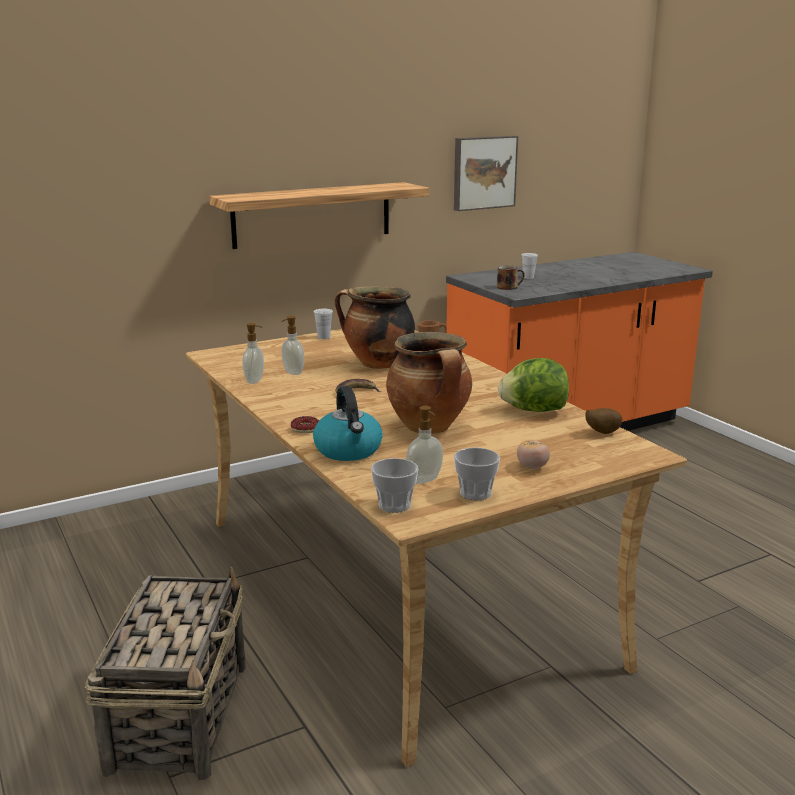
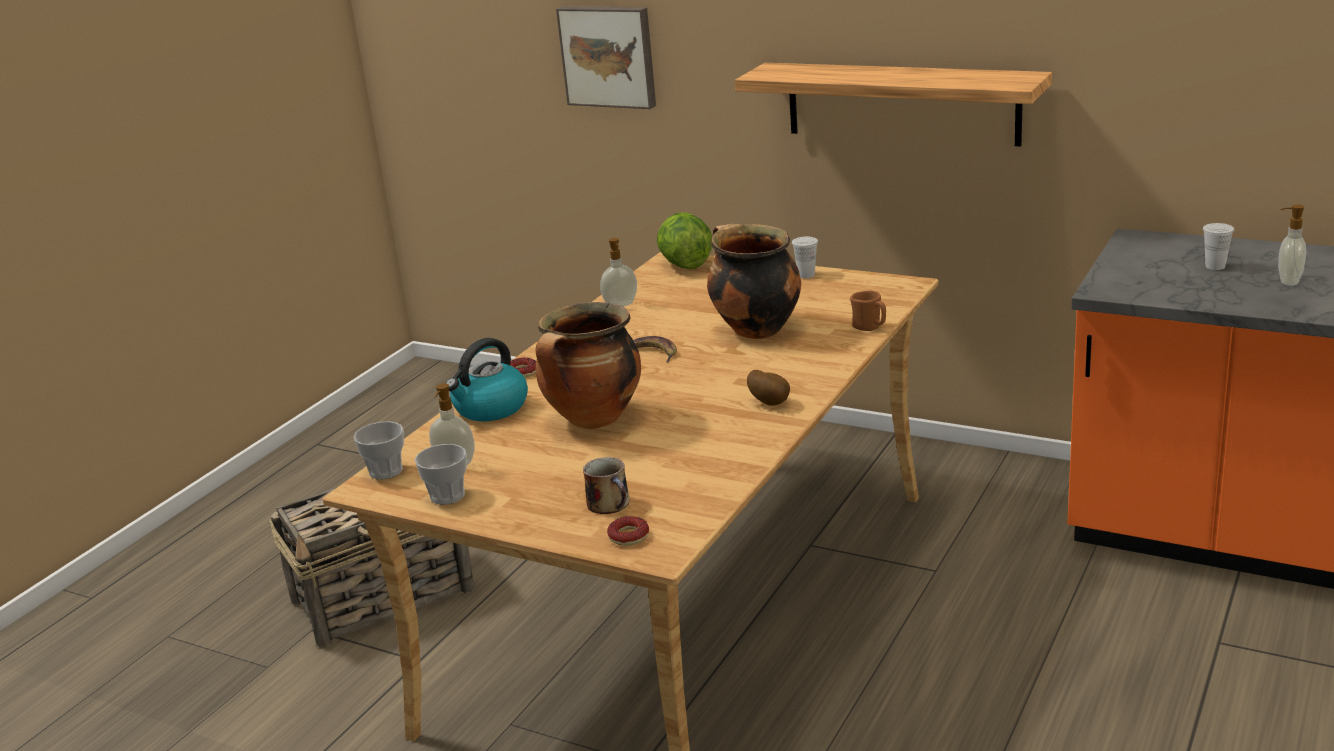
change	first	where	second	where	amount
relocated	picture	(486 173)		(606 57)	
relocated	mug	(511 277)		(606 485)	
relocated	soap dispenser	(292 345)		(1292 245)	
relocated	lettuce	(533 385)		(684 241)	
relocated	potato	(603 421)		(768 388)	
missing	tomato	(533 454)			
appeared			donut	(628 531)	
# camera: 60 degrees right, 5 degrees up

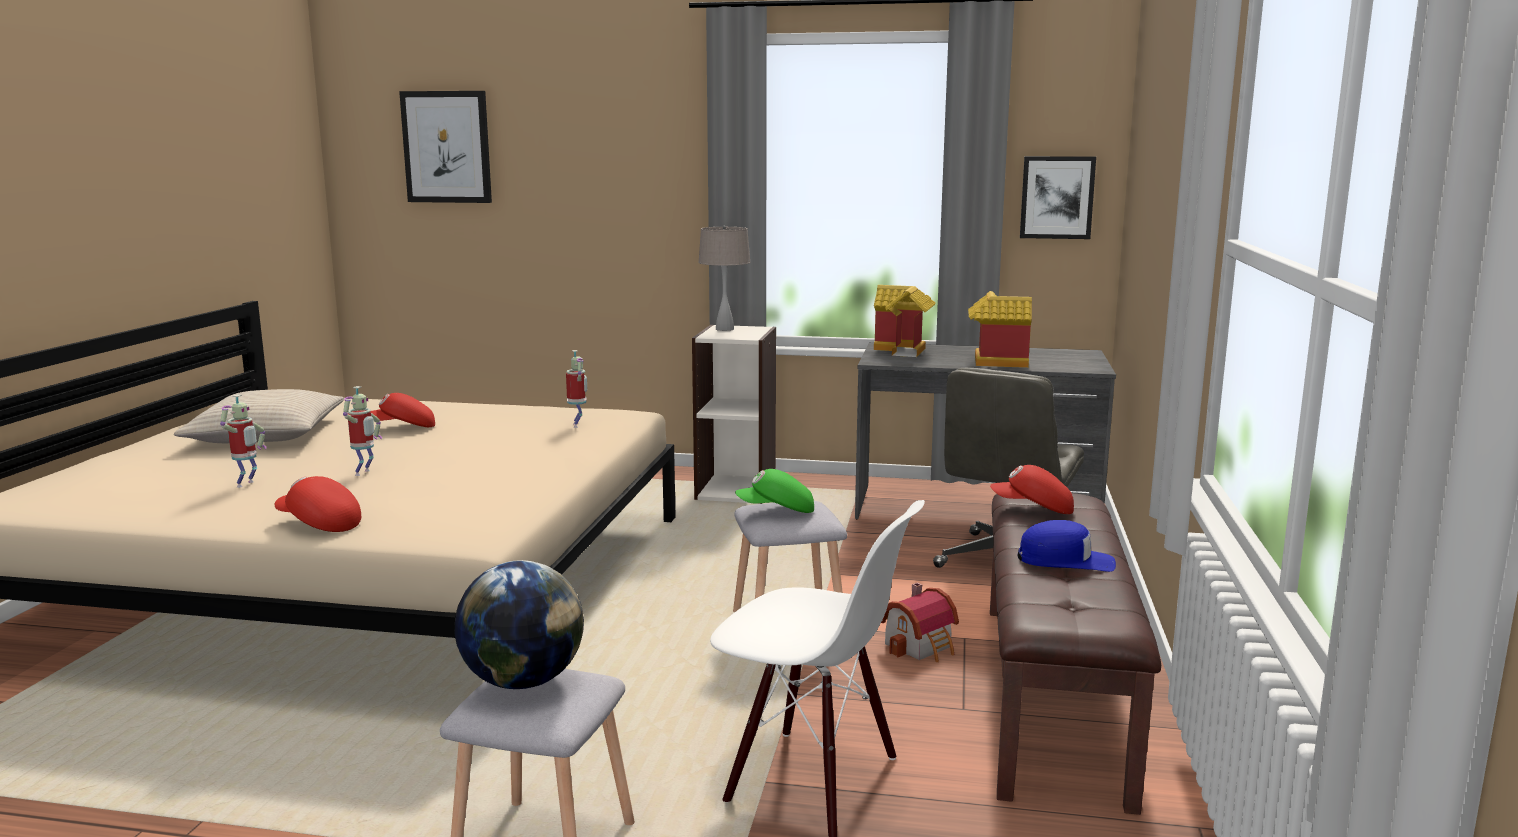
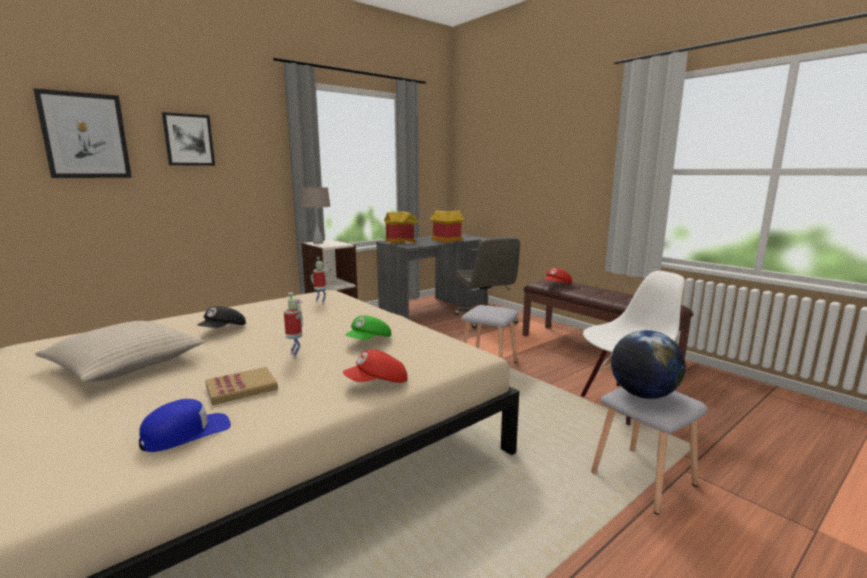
change	first	where	second	where	amount
relocated	picture	(1058 197)		(188 139)	
colour	red cap	(402 410)	black cap	(222 317)	
exchanged	toy robot	(243 441)	book	(241 386)	
relocated	green cap	(774 491)		(368 327)	
relocated	blue cap	(1067 546)		(185 425)	
missing	toy house	(920 622)			
# camera: 50 degrees left, 0 degrees up

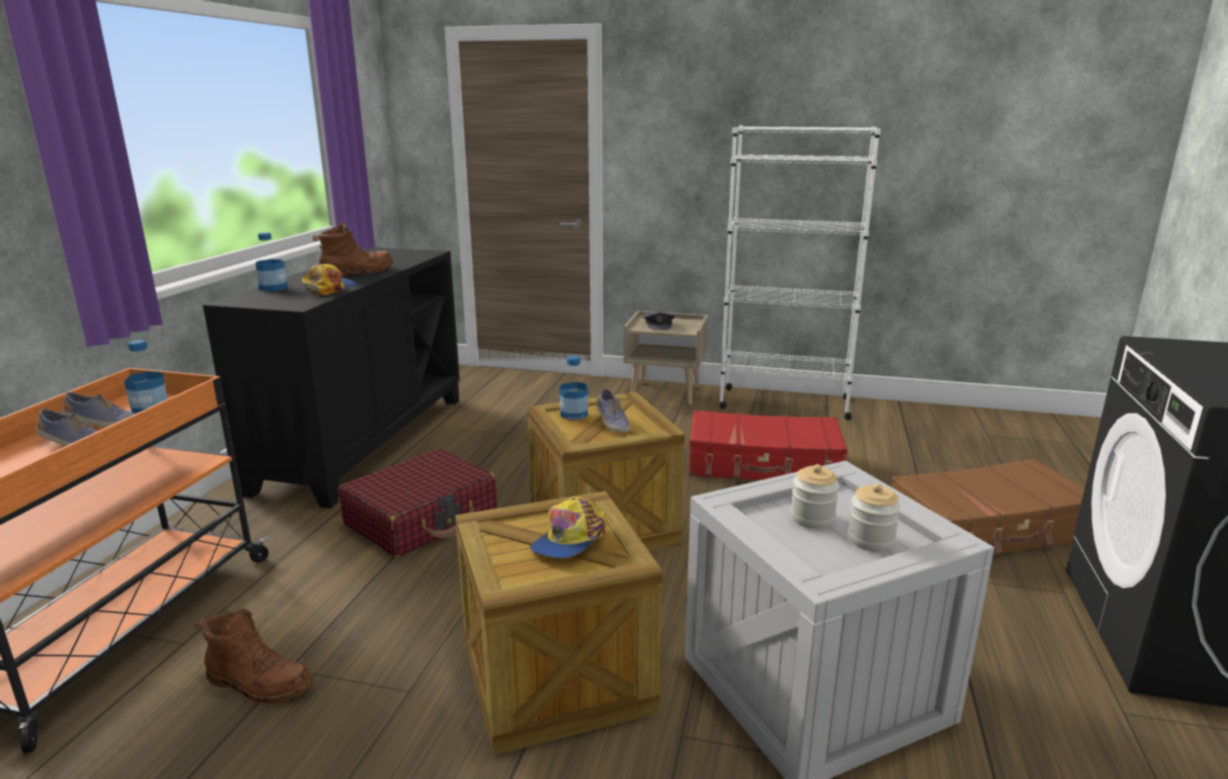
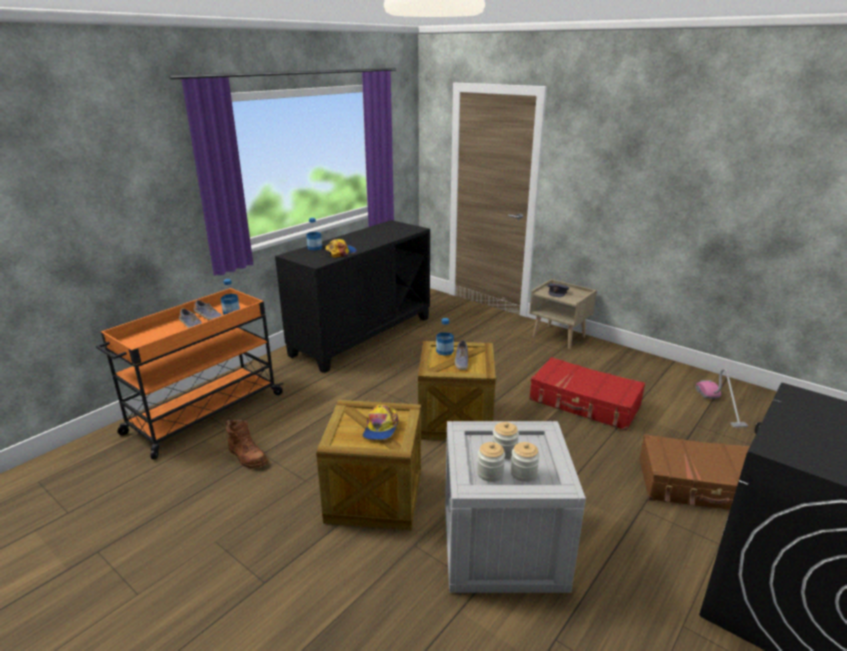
change	first	where	second	where	amount
missing	white bookcase	(800 272)			
missing	brown boot	(353 249)			
missing	red suitcase	(417 503)			
spun	cap	(568 527)		(381 422)	45 degrees counterclockwise
appeared			vacuum cleaner	(722 398)	
appeared			jar	(491 462)	
# camera: 25 degrees right, 5 degrees up

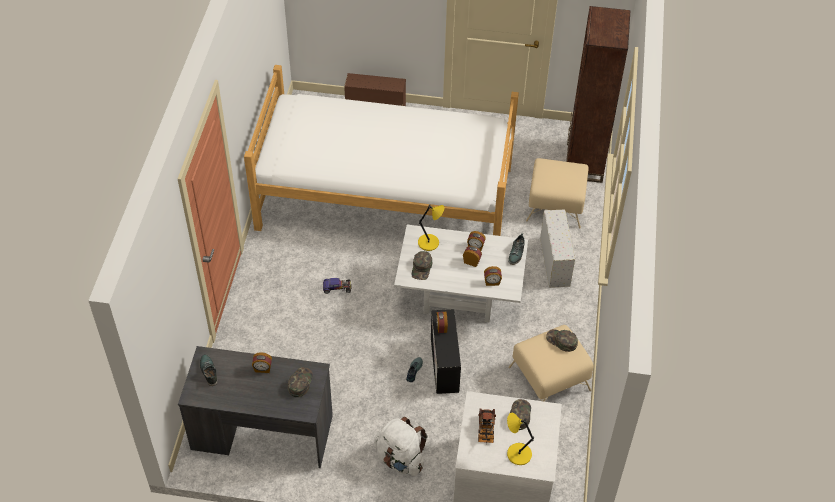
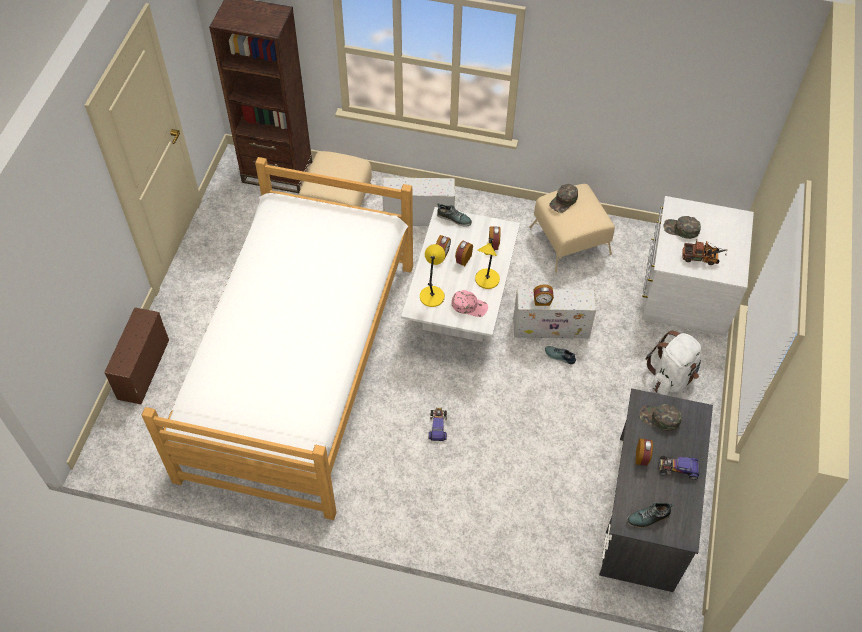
change	first	where	second	where	amount
colour	green cap	(421 265)	pink cap	(470 303)	
colour	black storage box	(446 351)	white storage box	(554 313)	
relocated	yellow table lamp	(520 439)		(487 263)	
appeared			toy car	(678 468)	
# camera: 85 degrees left, 5 degrees up

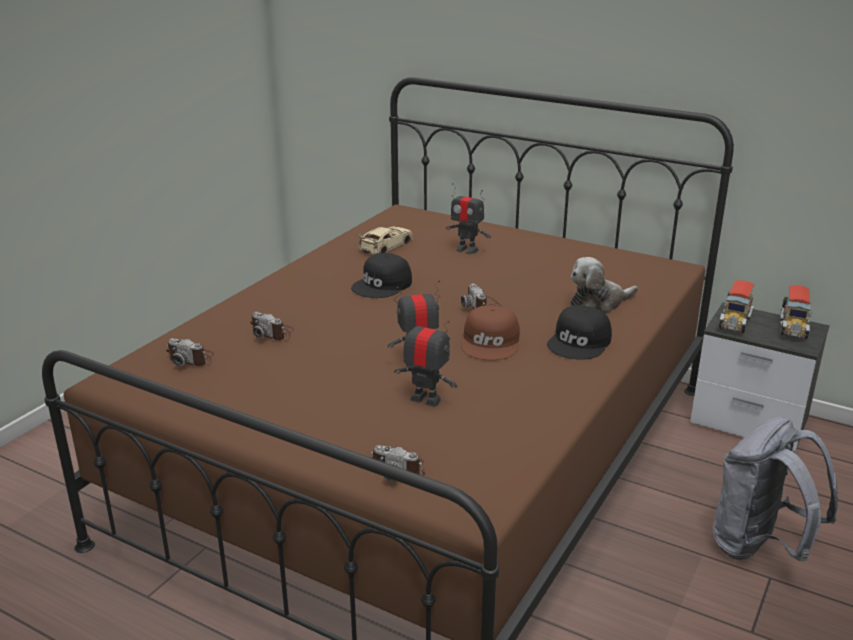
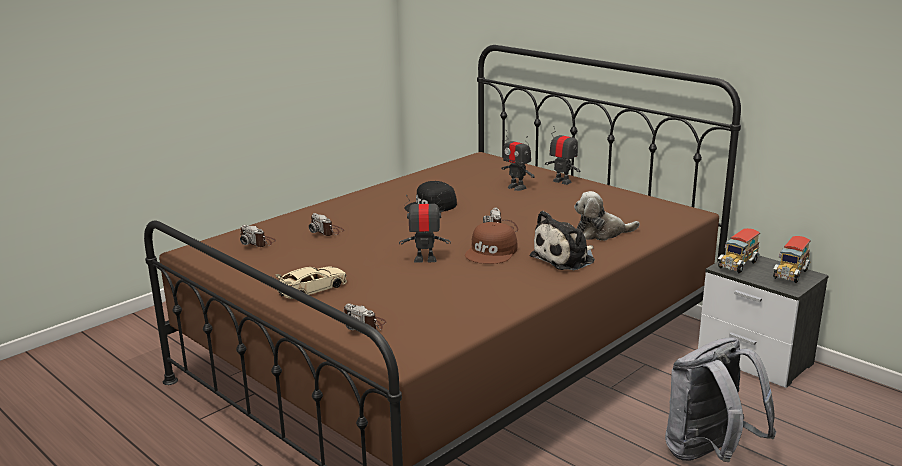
change	first	where	second	where	amount
relocated	beige toy car	(386 240)		(311 282)	
exchanged	black cap	(579 332)	plush toy	(562 240)	
relocated	toy robot	(425 360)		(562 155)	
# camera: 15 degrees right, 5 degrees down

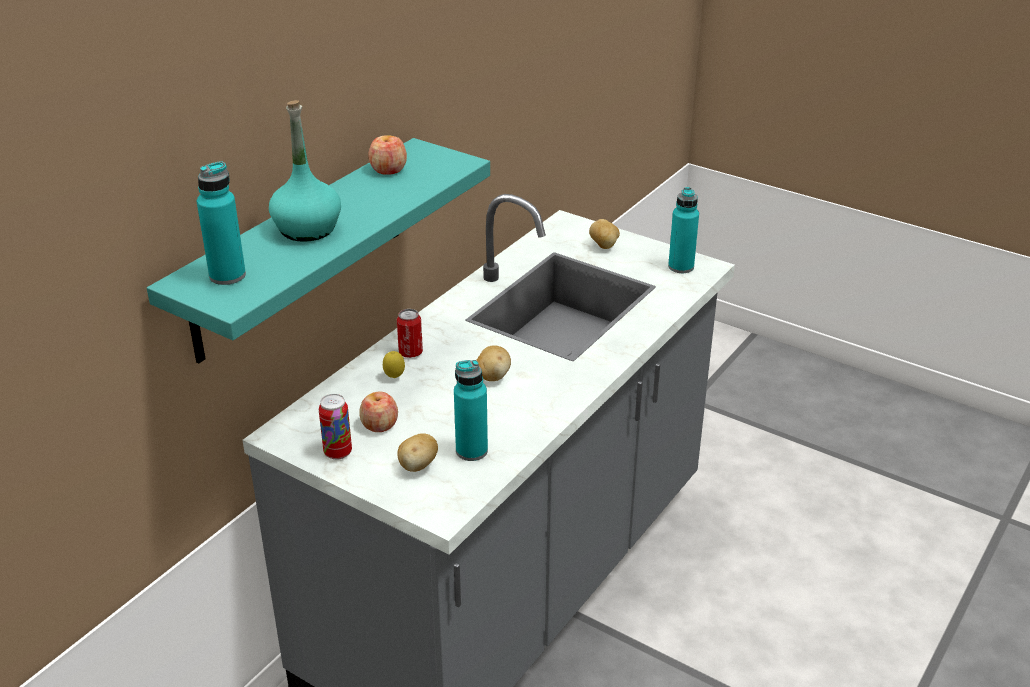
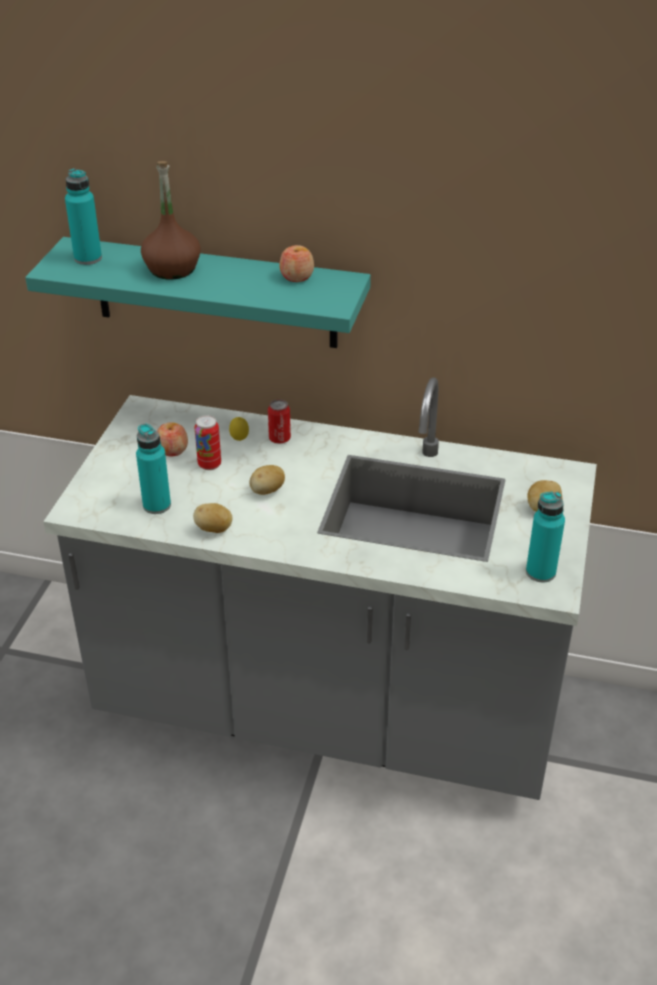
change	first	where	second	where	amount
colour	turquoise bottle	(305 171)	brown bottle	(171 220)	
relocated	can	(335 427)		(208 442)	
relocated	potato	(417 452)		(212 518)	
# camera: 70 degrees right, 5 degrees up

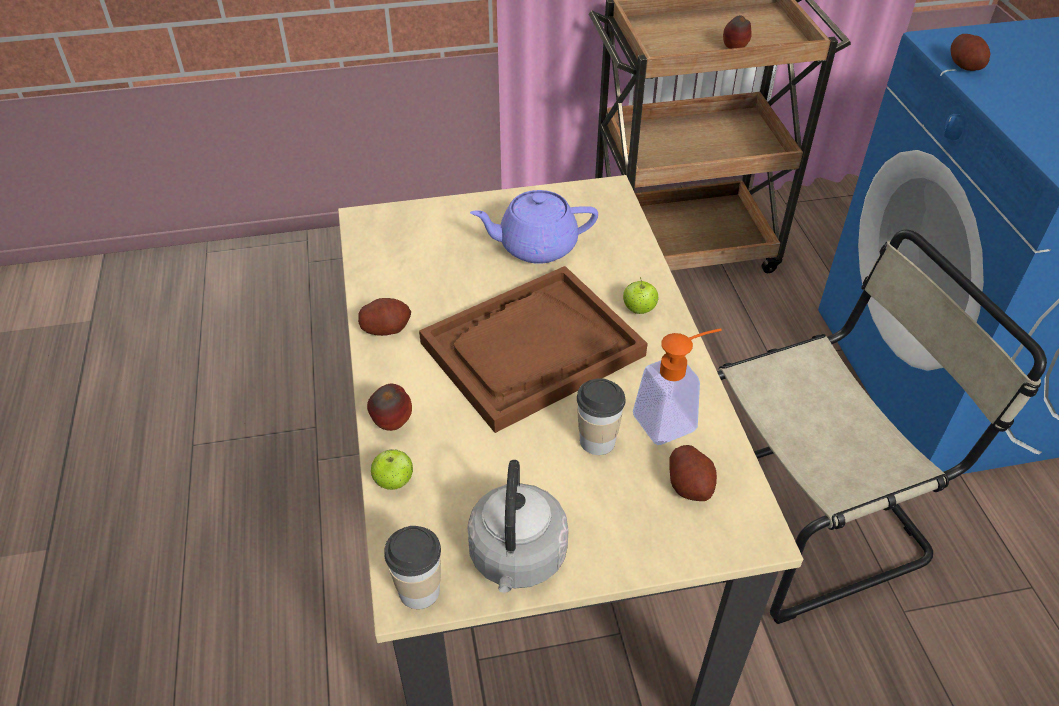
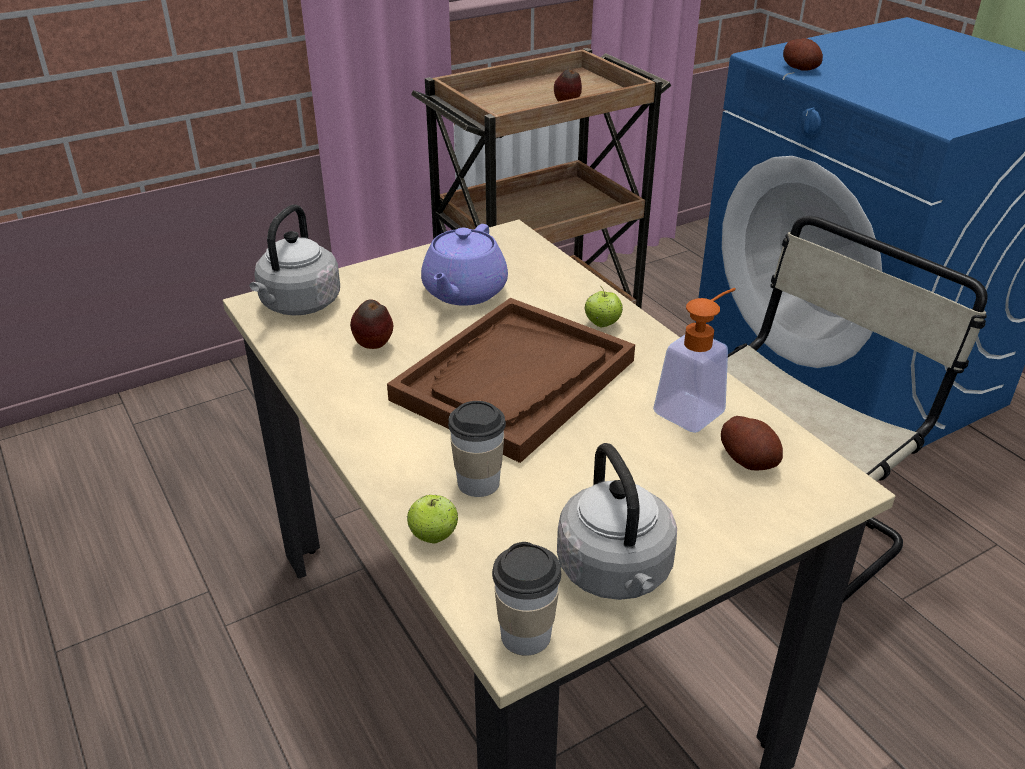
change	first	where	second	where	amount
spun	purple teapot	(534 227)		(464 265)	45 degrees counterclockwise
missing	potato	(384 317)			
relocated	cup	(601 416)		(477 449)	
relocated	apple	(389 407)		(371 324)	
appeared			grey kettle	(295 260)	
# camera: 20 degrees left, 10 degrees down

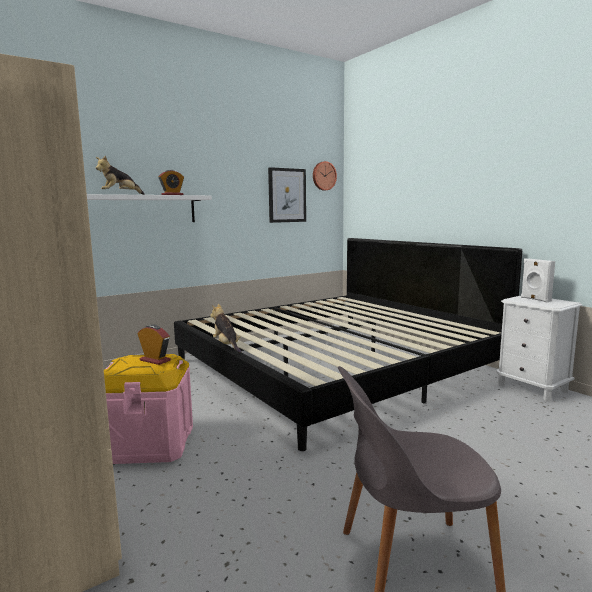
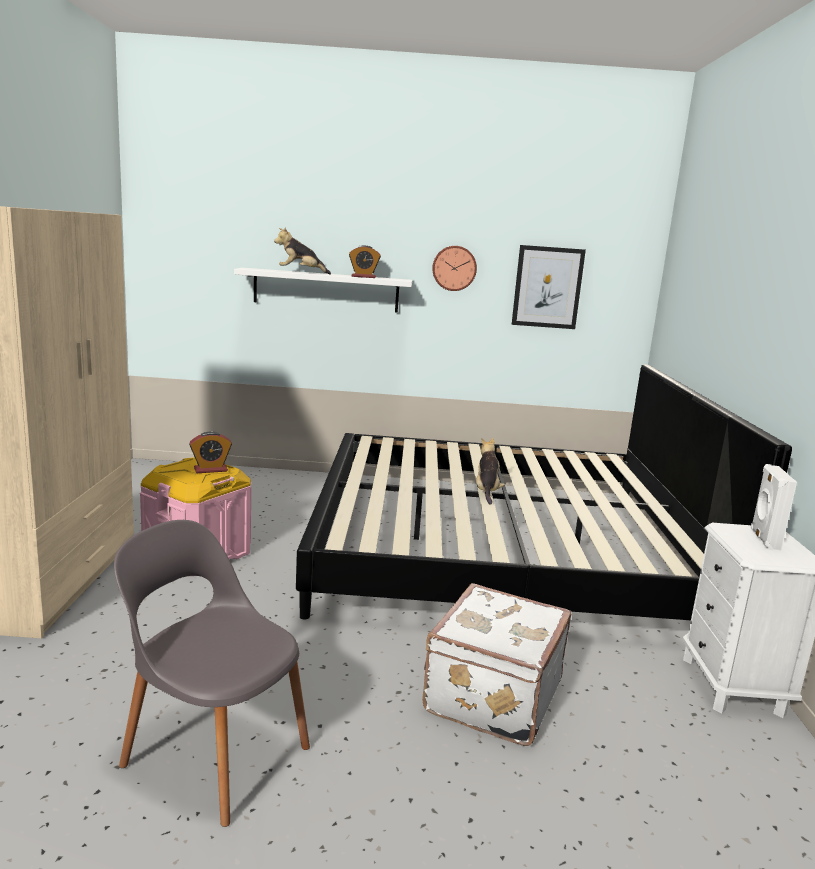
change	first	where	second	where	amount
relocated	wall clock	(325 176)		(454 268)	
relocated	plush toy	(225 328)		(490 471)	
spun	alarm clock	(154 344)		(210 452)	90 degrees clockwise
appeared			white suitcase	(496 664)	
# camera: 35 degrees right, 5 degrees up

